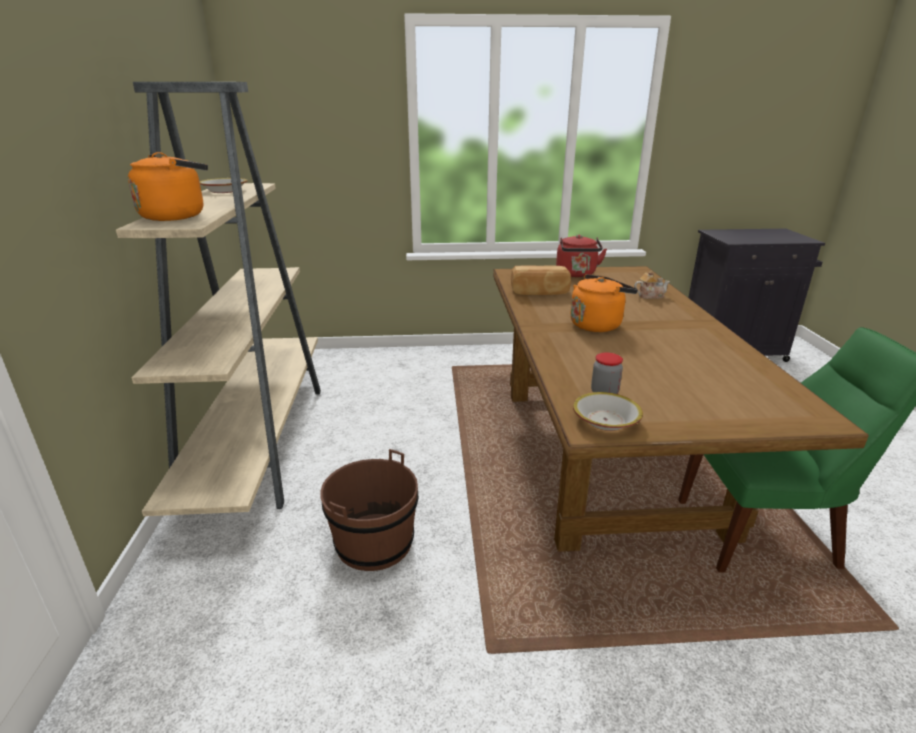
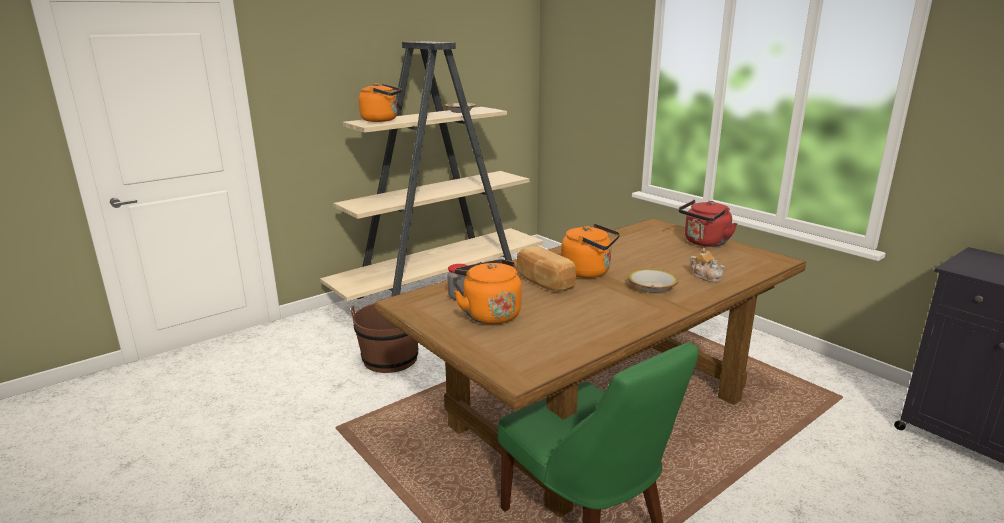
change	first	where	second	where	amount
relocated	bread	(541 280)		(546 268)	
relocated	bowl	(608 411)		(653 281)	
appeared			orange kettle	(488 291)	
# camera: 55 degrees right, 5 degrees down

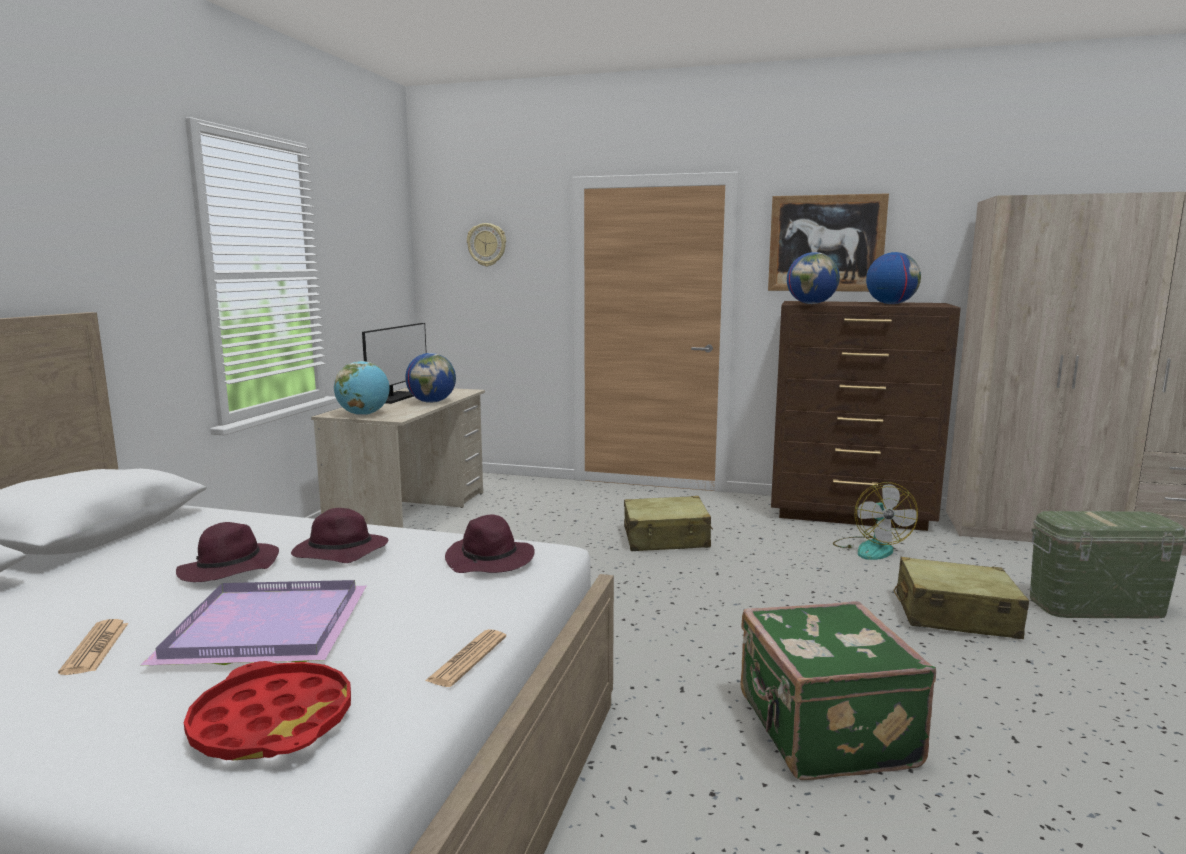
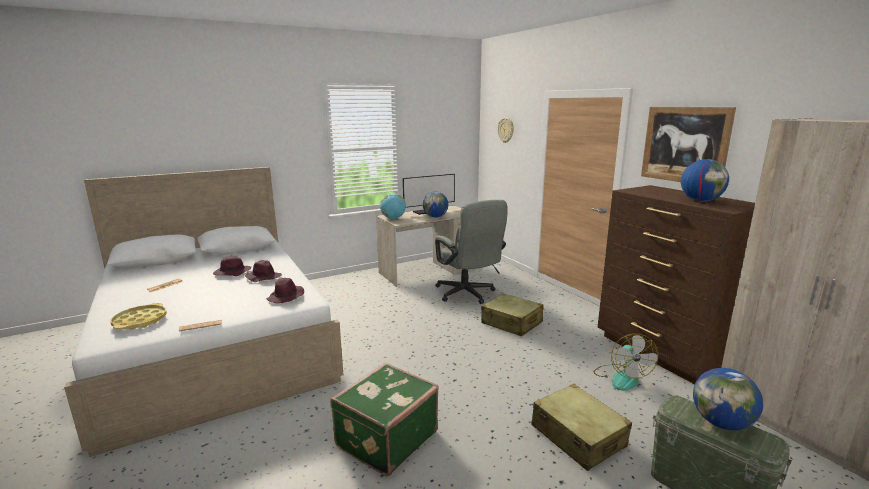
change	first	where	second	where	amount
relocated	globe	(813 278)		(728 399)	
spun	fan	(875 521)		(625 362)	45 degrees counterclockwise
missing	purple tray	(253 622)			
colour	red tray	(267 710)	yellow tray	(138 316)	
appeared			grey office chair	(471 252)	
# camera: 45 degrees right, 5 degrees up

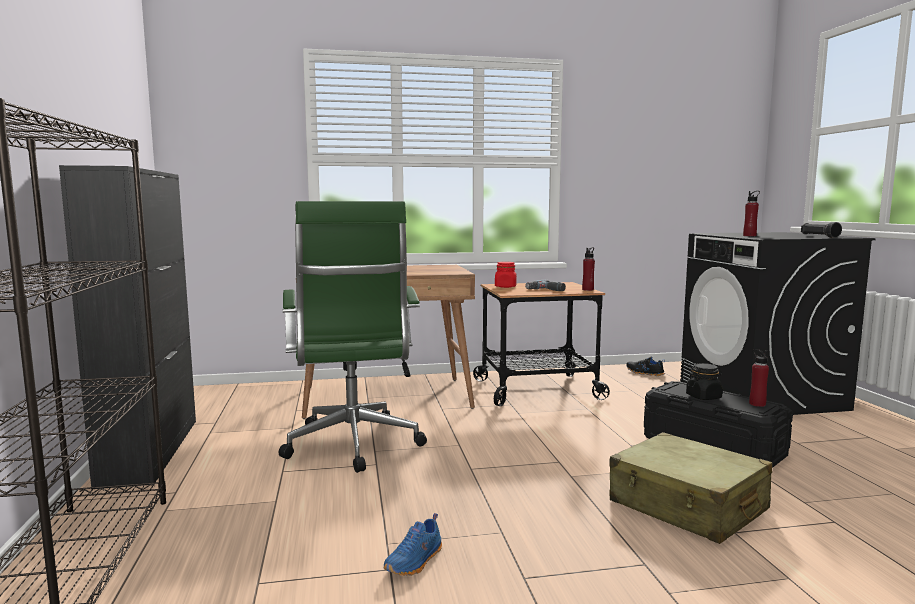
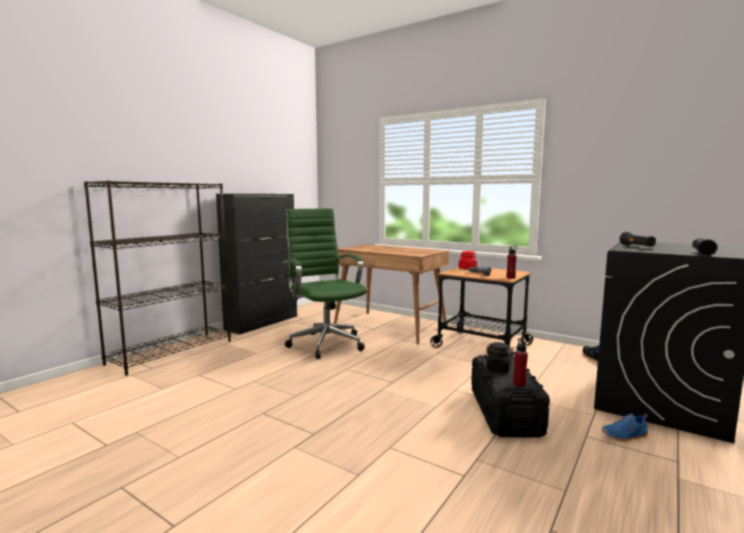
change	first	where	second	where	amount
exchanged	red bottle	(751 213)	black flashlight	(638 239)	
spun	green office chair	(353 337)		(325 283)	120 degrees clockwise
missing	beige suitcase	(690 488)			
relocated	blue shoe	(413 544)		(625 427)	
# camera: 45 degrees right, 0 degrees up

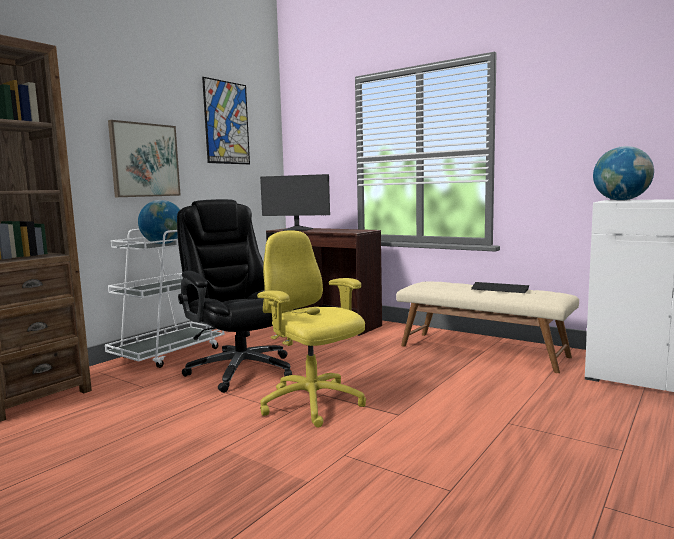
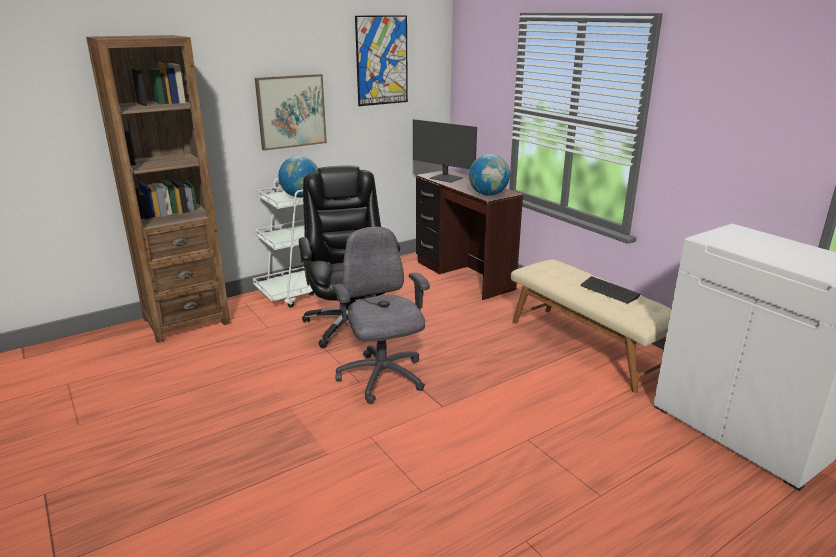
change	first	where	second	where	amount
relocated	globe	(623 173)		(489 175)	
colour	yellow office chair	(311 328)	grey office chair	(381 315)	
# camera: 20 degrees right, 15 degrees up

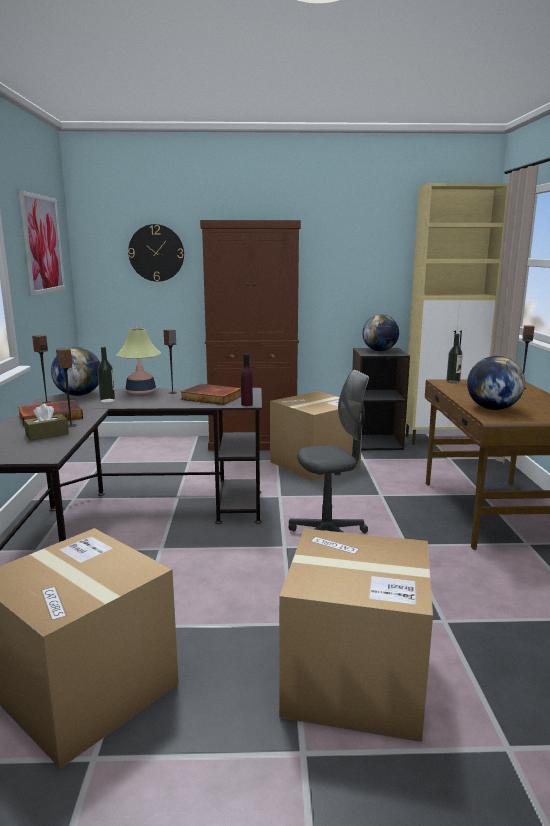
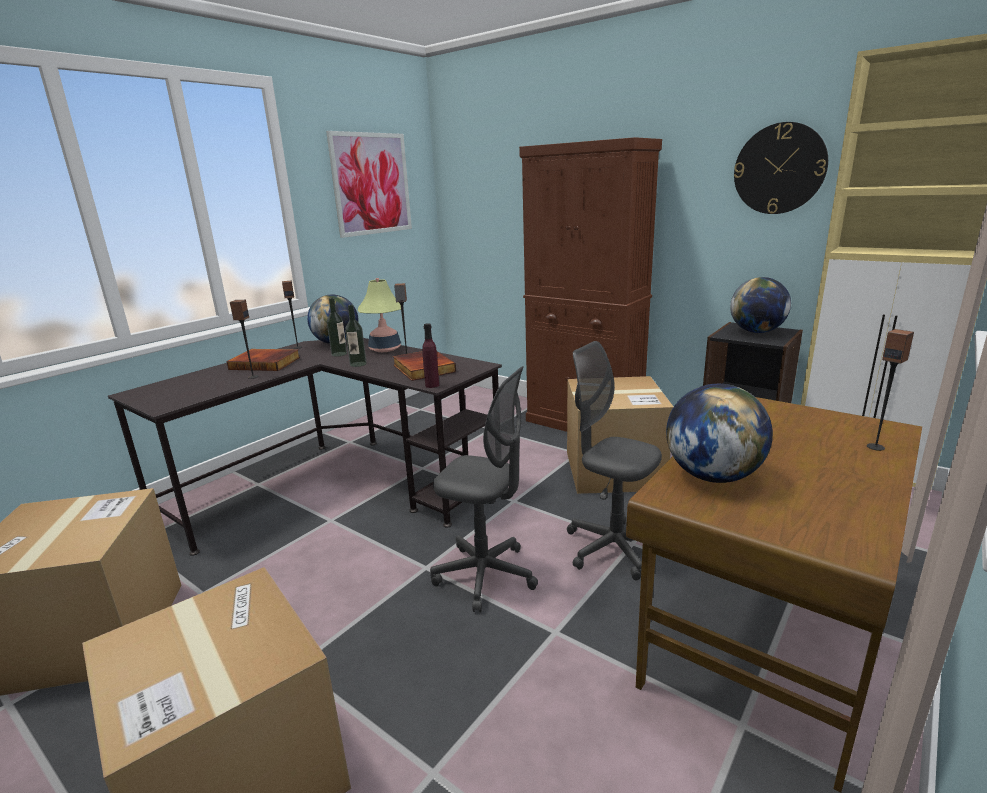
change	first	where	second	where	amount
relocated	wall clock	(156 253)		(781 168)	
relocated	bottle	(454 358)		(356 336)	
missing	brown tissue box	(46 422)			
appeared			grey office chair	(614 460)	
# camera: 40 degrees right, 5 degrees up

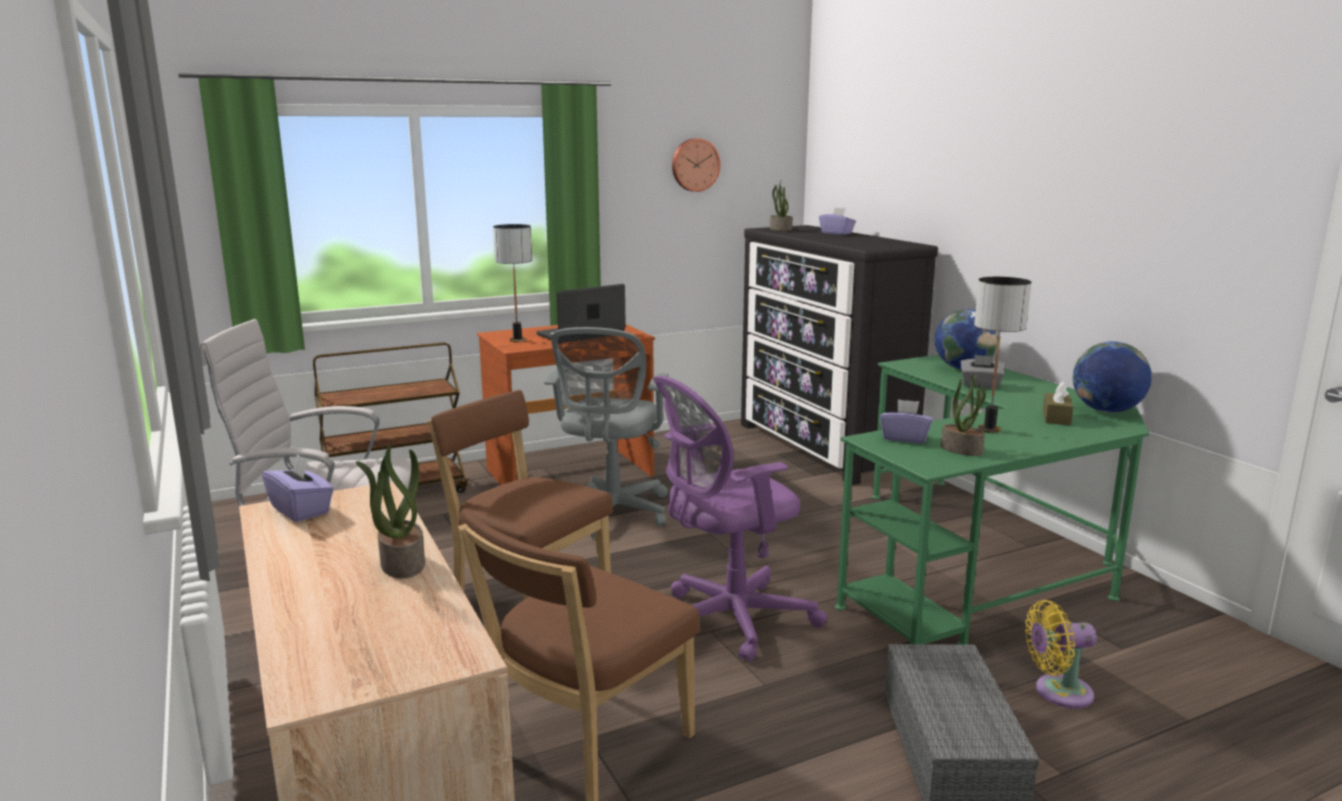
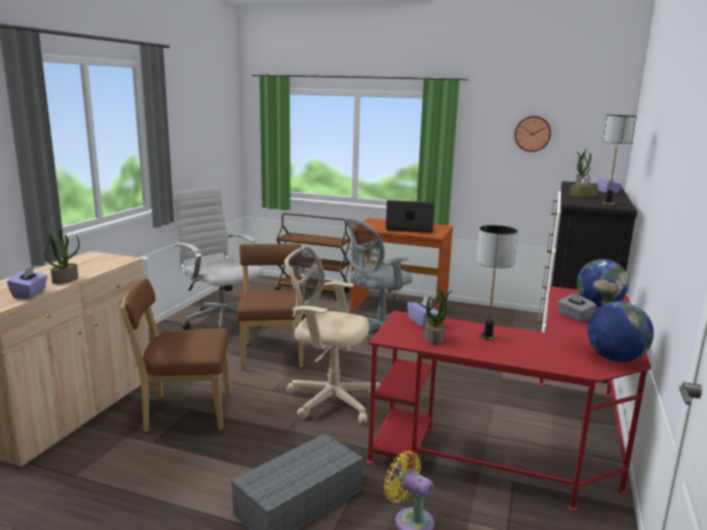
change	first	where	second	where	amount
relocated	table lamp	(512 283)		(619 160)	
colour	green desk	(992 500)	red desk	(508 398)	
colour	purple office chair	(740 519)	beige office chair	(332 335)	
relocated	brown tissue box	(1058 403)		(584 186)	
relocated	purple tissue box	(298 487)		(27 282)	
# camera: 45 degrees right, 0 degrees up

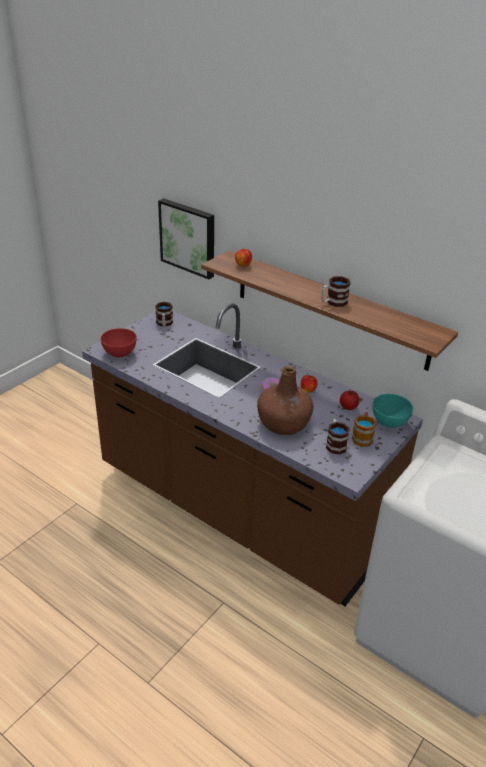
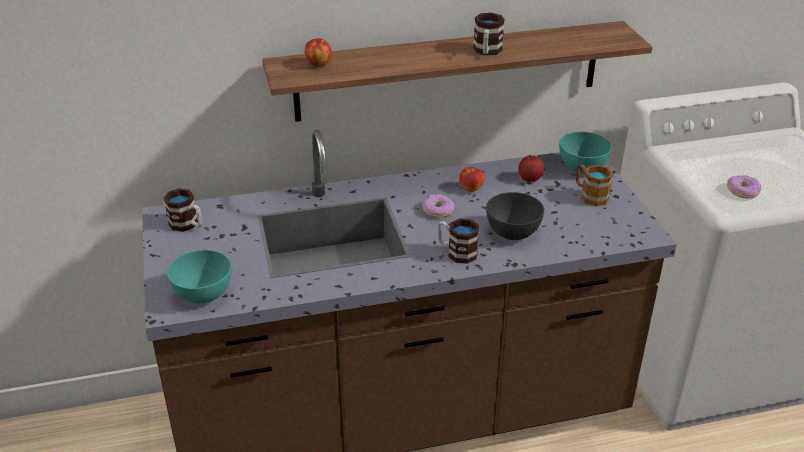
change	first	where	second	where	amount
missing	picture	(186 238)			
colour	red bowl	(118 342)	turquoise bowl	(199 277)	
exchanged	brown bottle	(285 400)	grey bowl	(515 216)	
relocated	mug	(338 437)		(458 241)	
appeared			donut	(744 187)	
# camera: 50 degrees left, 0 degrees up

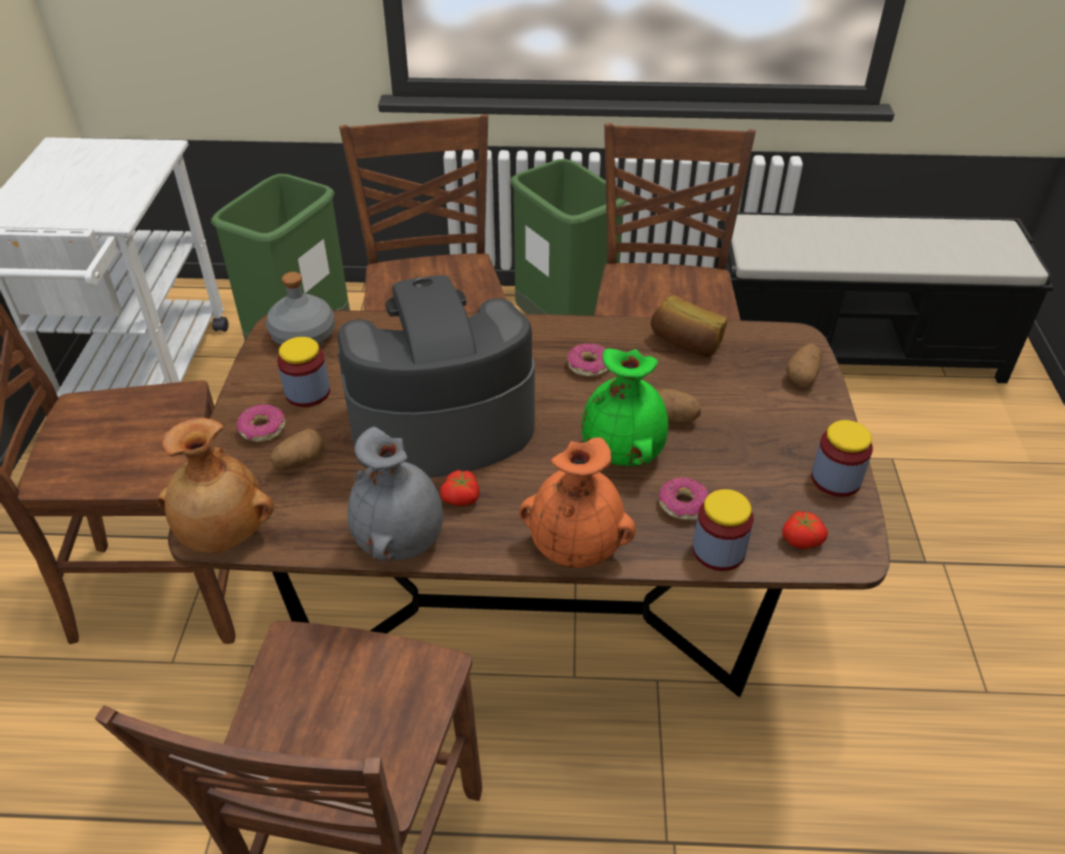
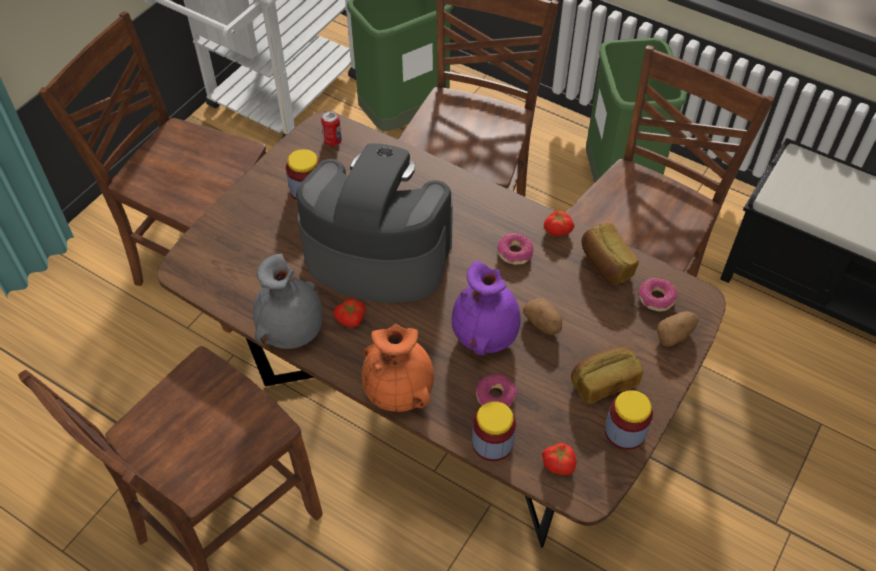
change	first	where	second	where	amount
exchanged	grey bottle	(300 309)	can	(331 128)	
colour	green vase	(625 407)	purple vase	(486 307)	
relocated	donut	(261 423)		(658 295)	
missing	brown vase	(215 485)			
missing	potato	(297 449)			
appeared			tomato	(559 223)	
appeared			bread	(607 375)	
# camera: 30 degrees right, 10 degrees up

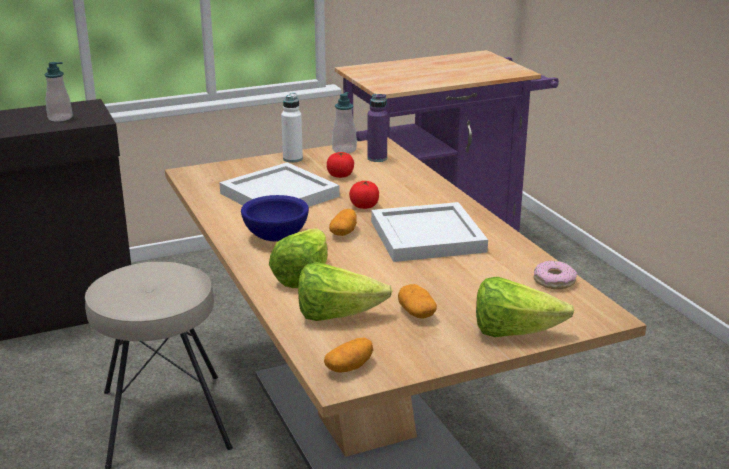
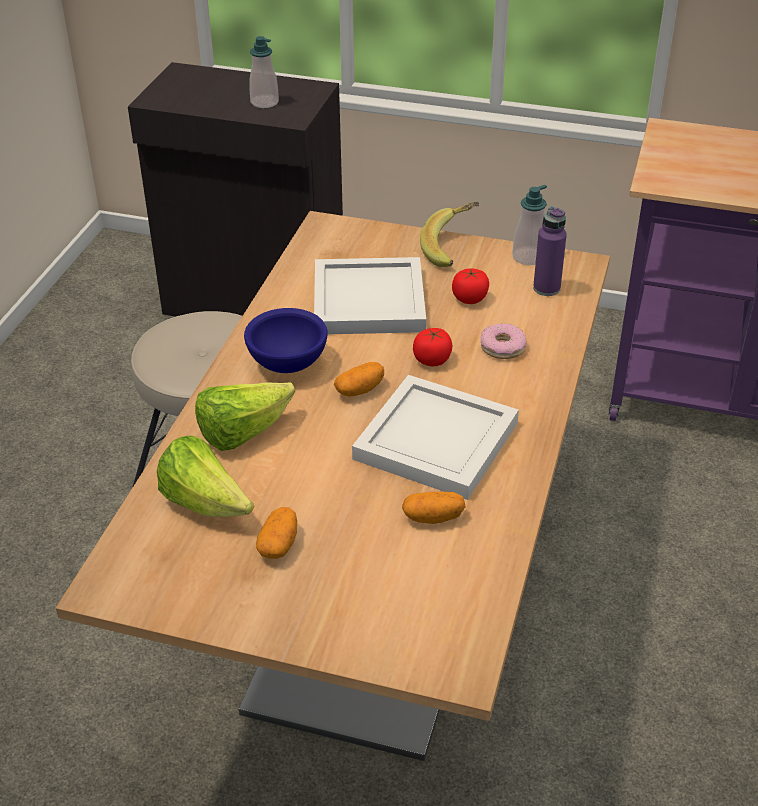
change	first	where	second	where	amount
exchanged	white bottle	(292 128)	banana	(449 234)	
relocated	donut	(555 275)		(503 341)	
missing	lettuce	(525 306)			
relocated	potato	(348 355)		(434 508)	
# camera: 40 degrees right, 15 degrees up

